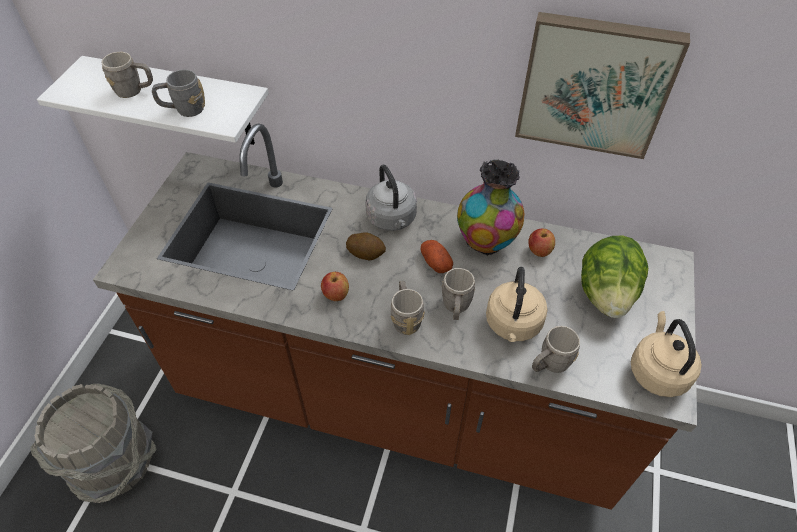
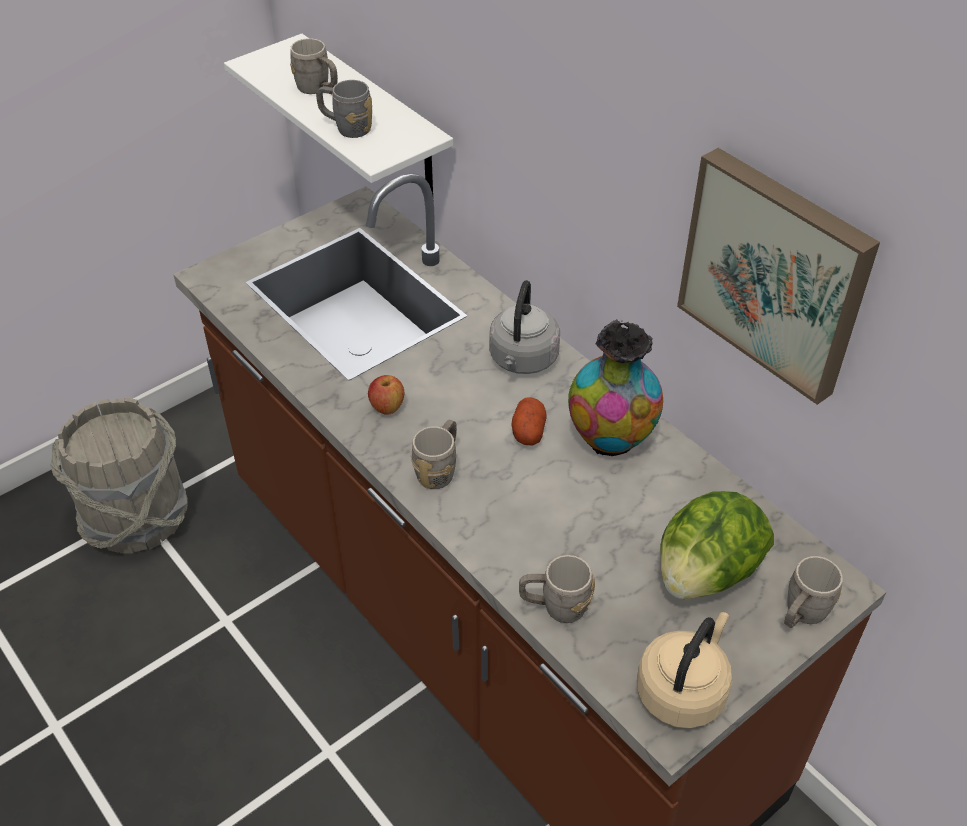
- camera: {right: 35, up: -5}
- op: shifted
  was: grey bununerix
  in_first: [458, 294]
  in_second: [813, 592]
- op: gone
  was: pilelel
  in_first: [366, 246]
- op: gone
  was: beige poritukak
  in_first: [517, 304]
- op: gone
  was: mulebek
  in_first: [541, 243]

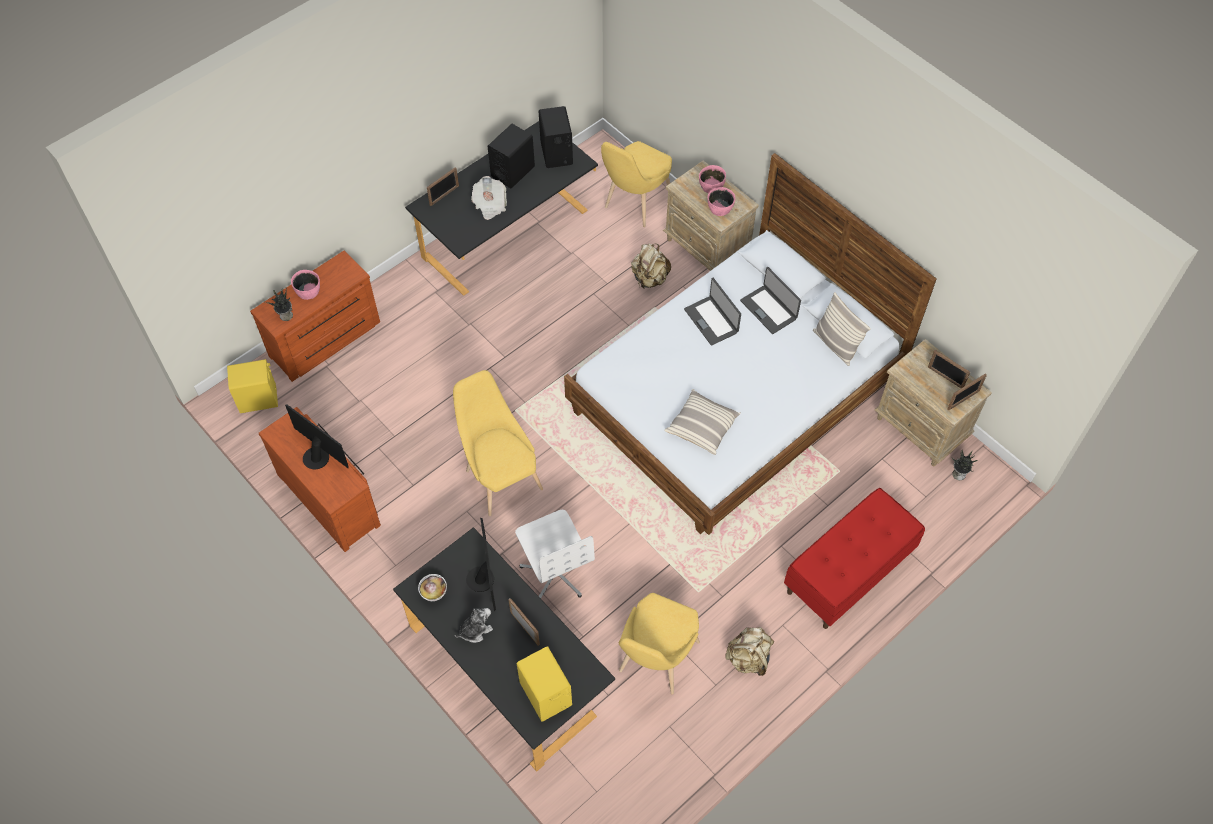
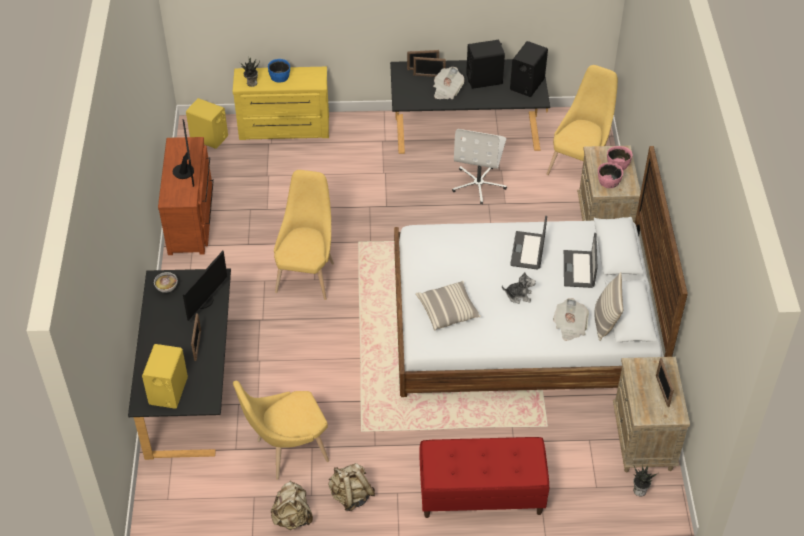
- camera: {right: 40, up: -10}
- op: repainted
  was: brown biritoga
  now: yellow biritoga
  in_first: [315, 316]
  in_second: [281, 103]
- op: repainted
  was: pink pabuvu
  now: blue pabuvu
  in_first: [305, 285]
  in_second: [279, 71]
- op: shifted
  was: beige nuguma
  in_first: [651, 266]
  in_second: [292, 505]
- op: shifted
  was: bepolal
  in_first: [967, 391]
  in_second: [429, 67]
- op: shifted
  was: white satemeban
  in_first: [555, 554]
  in_second: [479, 166]
- op: shifted
  was: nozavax
  in_first: [474, 625]
  in_second: [519, 288]
- op: rotated
  was: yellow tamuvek
  in_first: [636, 184]
  in_second: [582, 120]
  clockwise: 135
- op: new
  now: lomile
  in_second: [571, 319]

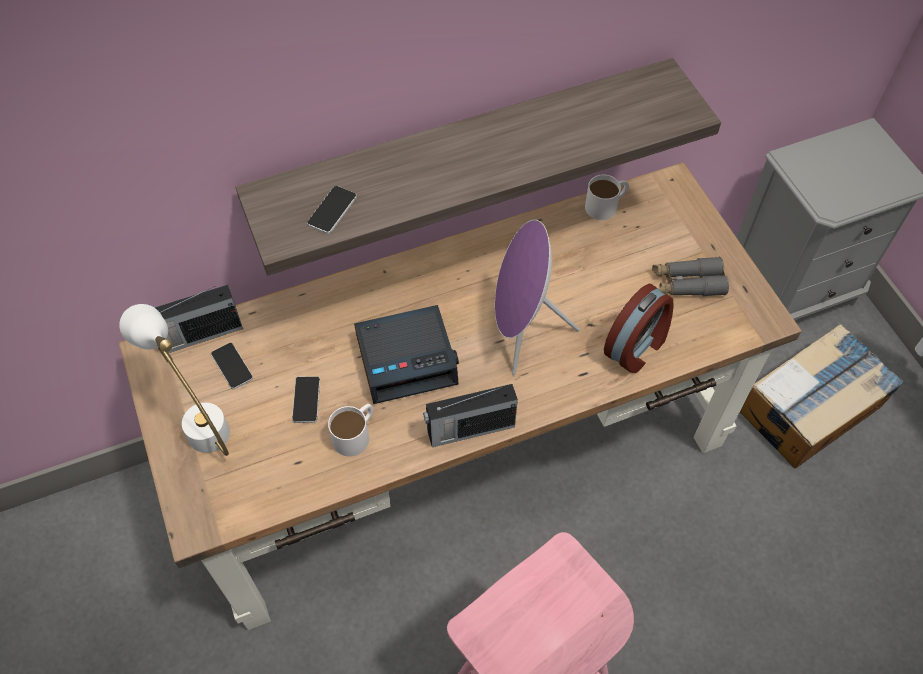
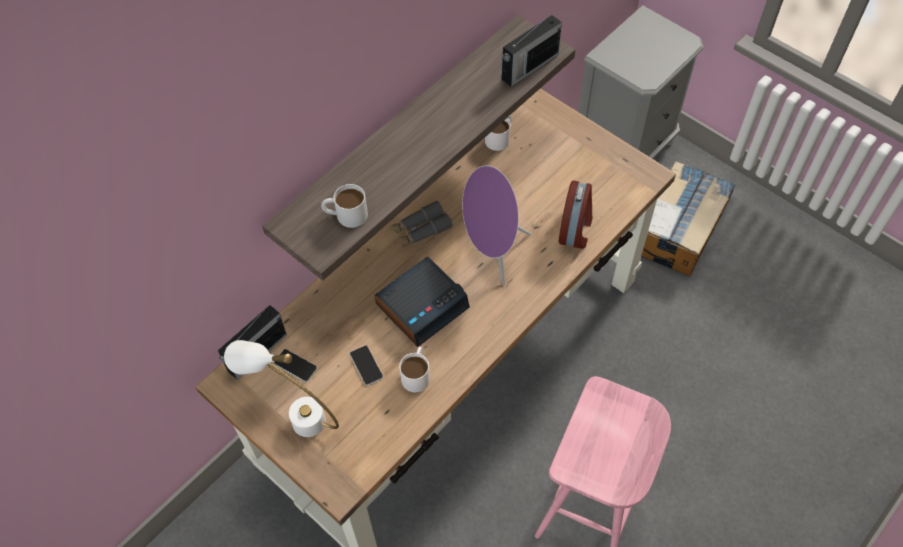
- camera: {right: -25, up: 0}
- op: swapped
  was: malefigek
  now: white bununerix
  in_first: [332, 210]
  in_second: [344, 206]
- op: shifted
  was: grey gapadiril
  in_first: [690, 276]
  in_second: [421, 224]
- op: shifted
  was: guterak
  in_first: [470, 415]
  in_second: [532, 50]

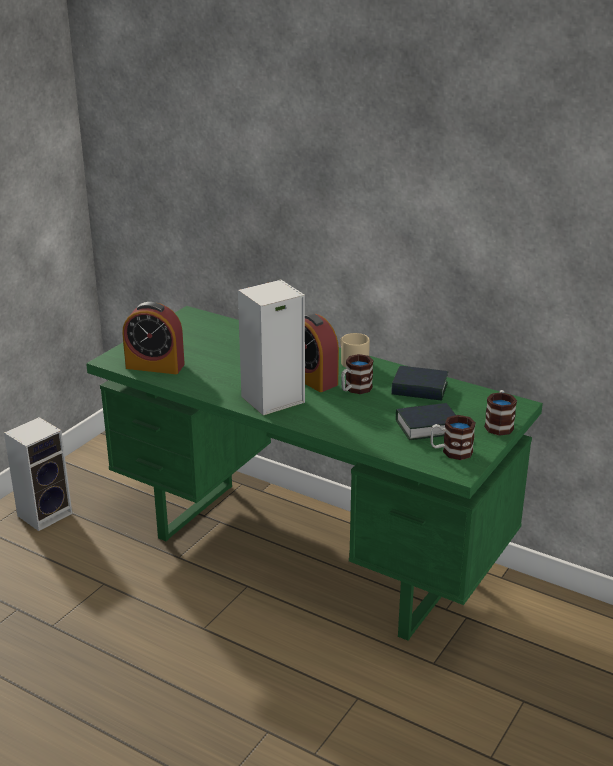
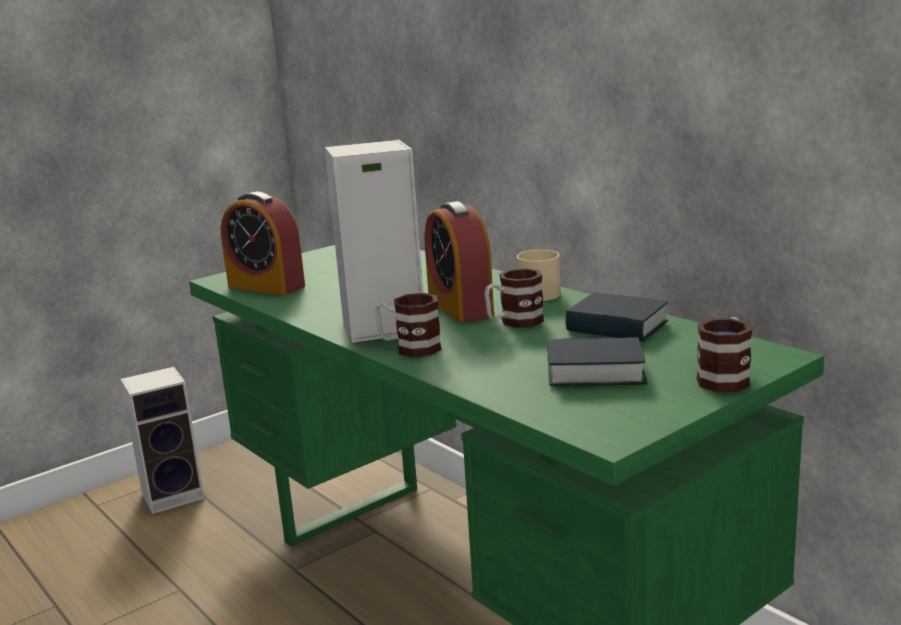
- camera: {right: 20, up: -10}
- op: shifted
  was: bununerix
  in_first: [453, 437]
  in_second: [408, 325]

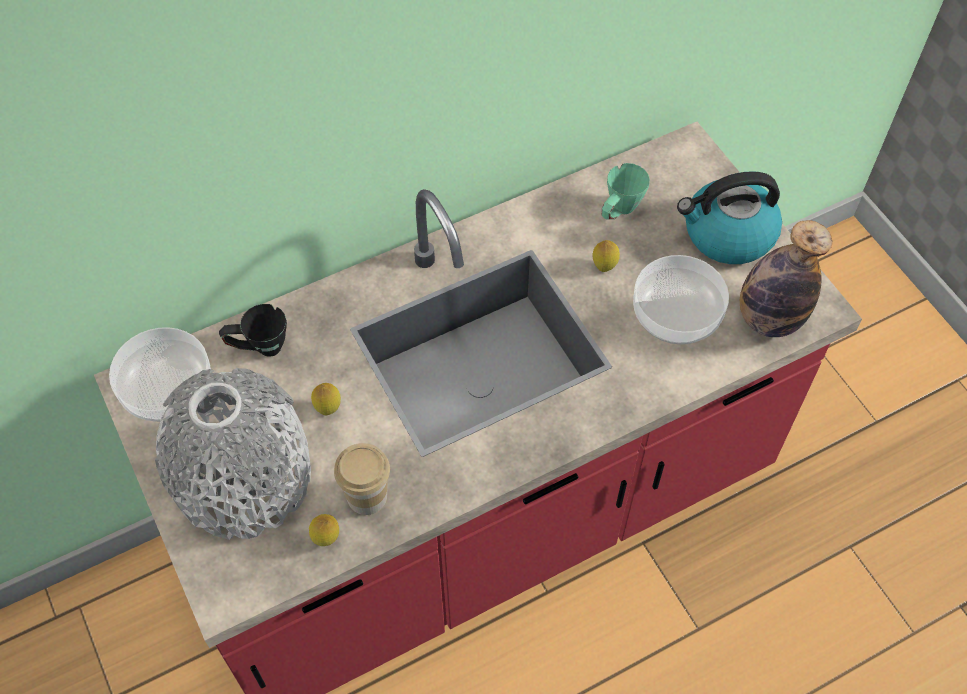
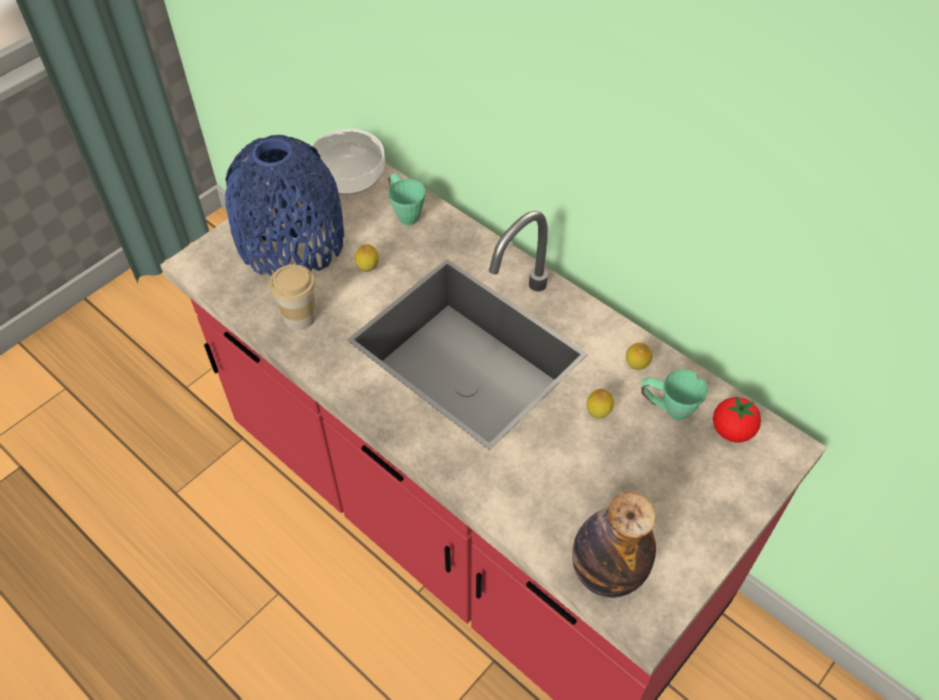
- camera: {right: 70, up: -5}
- op: repainted
  was: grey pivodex
  now: blue pivodex
  in_first: [233, 454]
  in_second: [284, 205]
- op: repainted
  was: black bununerix
  now: green bununerix
  in_first: [253, 330]
  in_second: [407, 199]
- op: shifted
  was: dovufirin
  in_first: [324, 530]
  in_second: [639, 356]
- op: new
  now: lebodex
  in_second: [737, 419]
- op: gone
  was: pabuvu
  in_first: [681, 300]
- op: gone
  was: poritukak
  in_first: [729, 217]

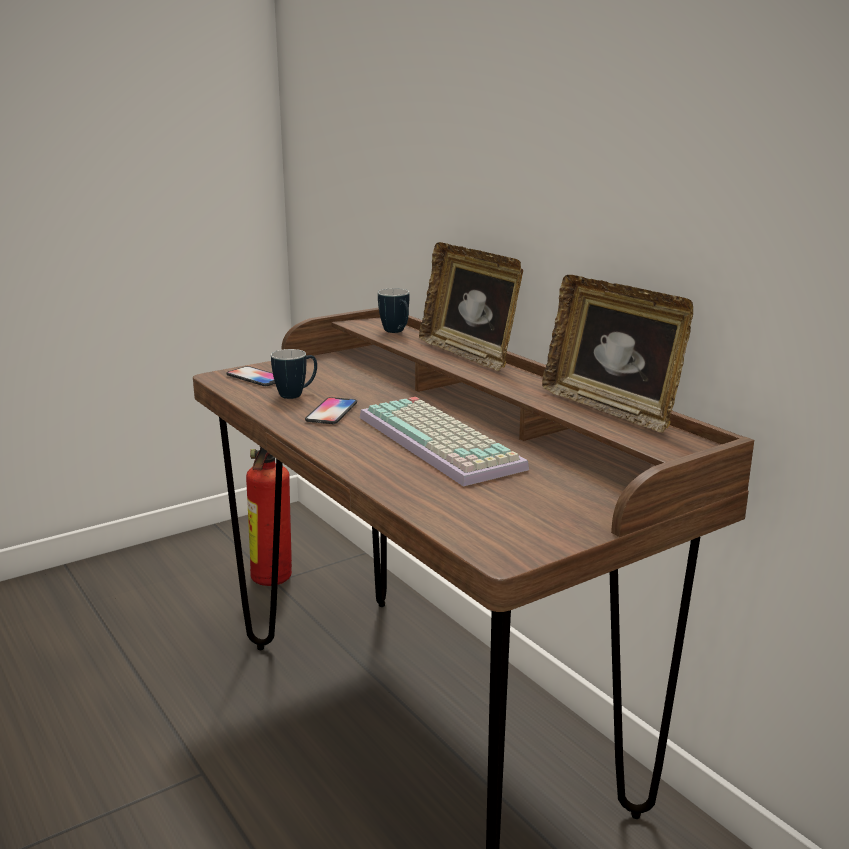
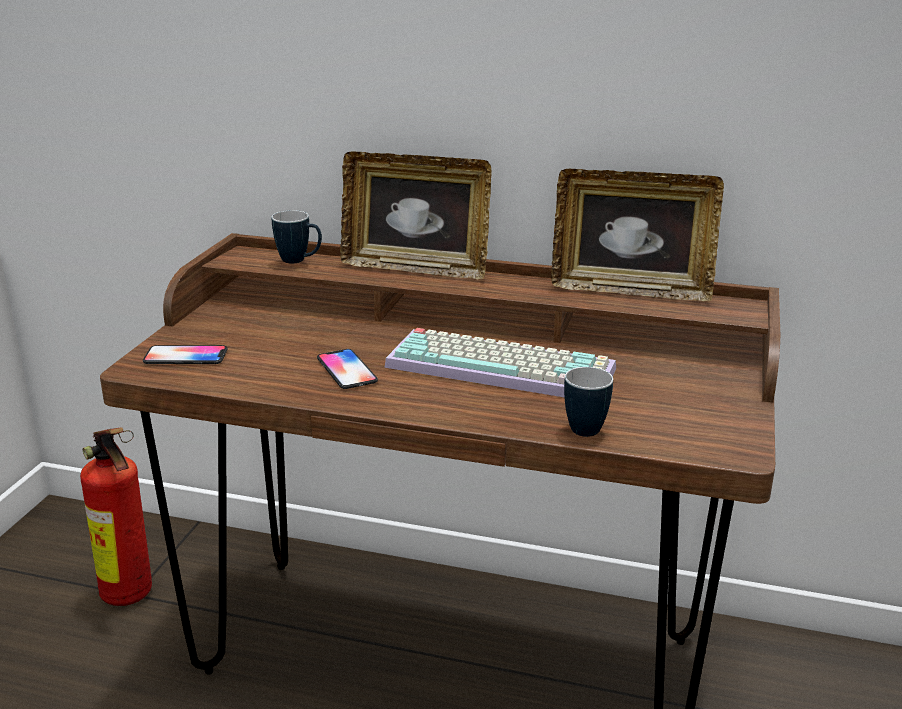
- camera: {right: -40, up: 5}
- op: shifted
  was: bununerix
  in_first: [294, 374]
  in_second: [588, 402]

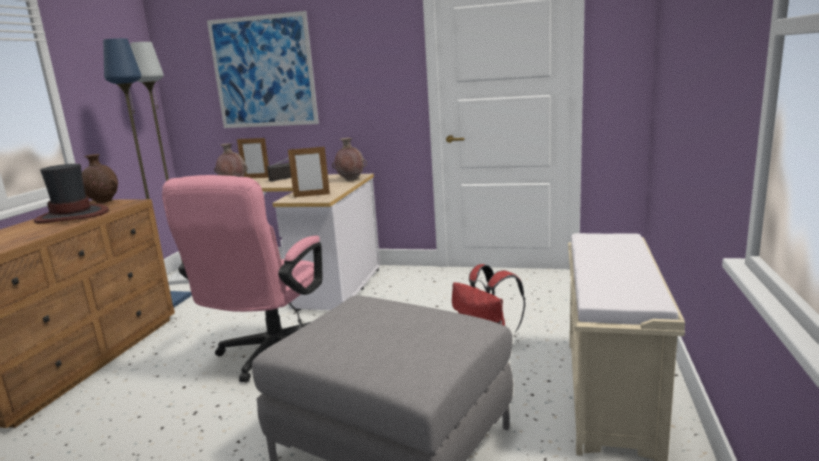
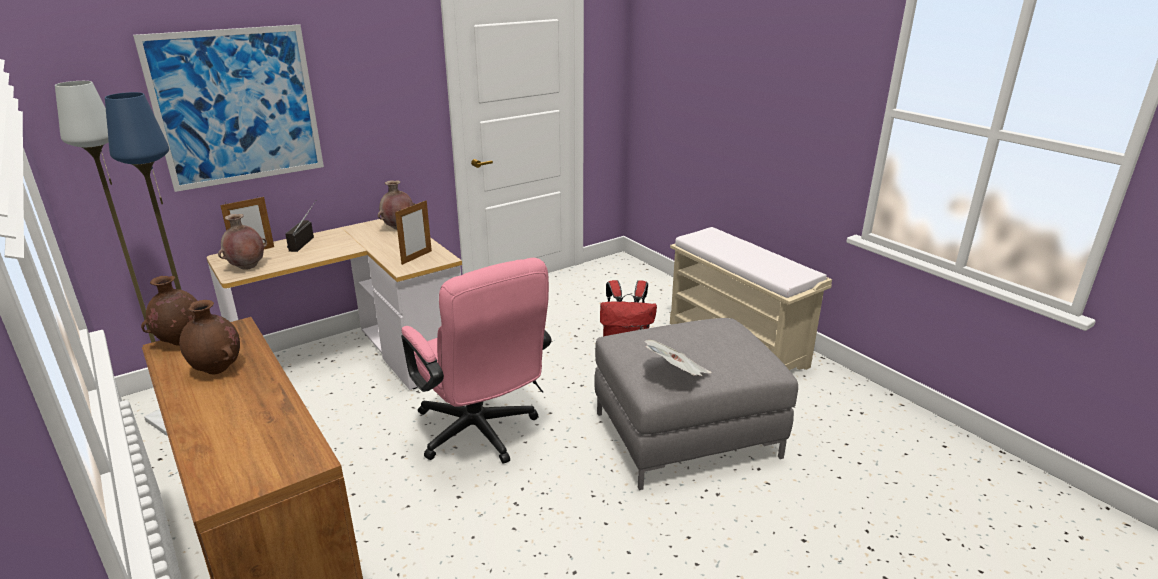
- camera: {right: -50, up: 10}
- op: swapped
  was: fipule
  now: brown pivodex
  in_first: [71, 193]
  in_second: [209, 337]
- op: new
  now: lomile
  in_second: [678, 358]

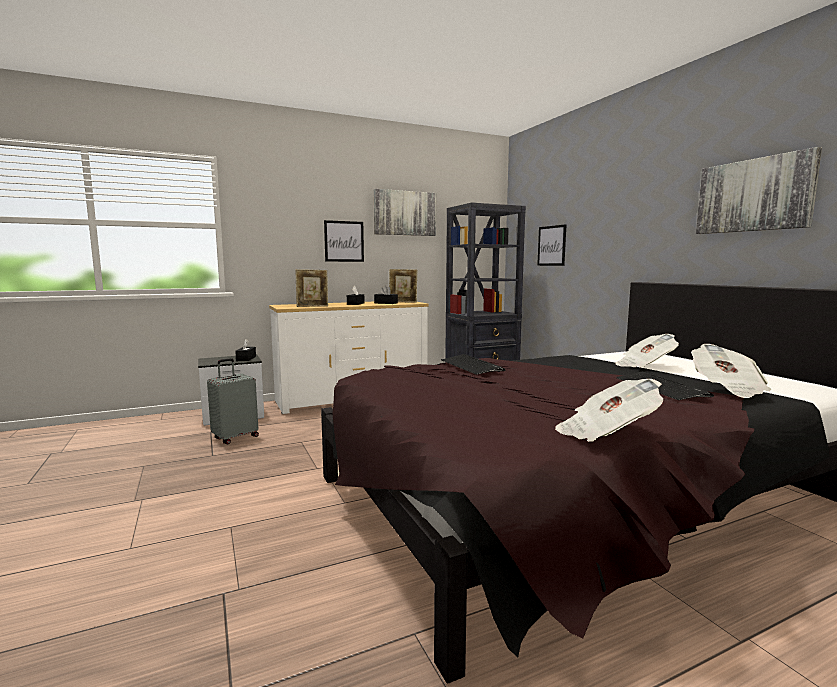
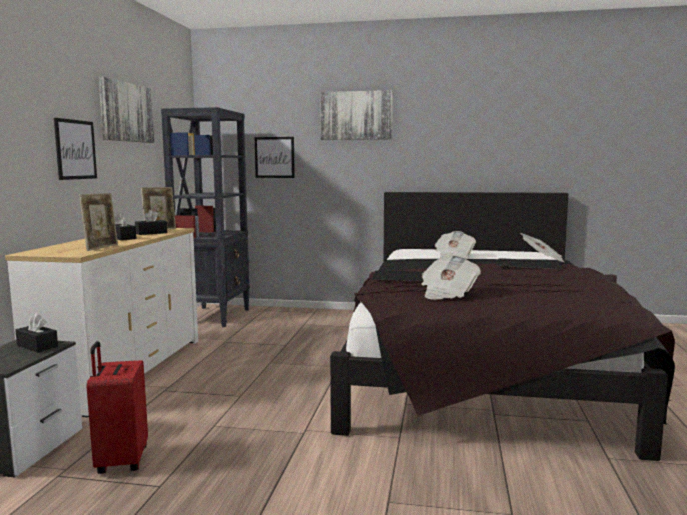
- camera: {right: -55, up: 0}
- op: repainted
  was: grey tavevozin
  now: red tavevozin
  in_first: [233, 401]
  in_second: [117, 407]
- op: shifted
  was: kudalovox
  in_first: [759, 190]
  in_second: [356, 115]
- op: shifted
  was: lomile
  in_first: [609, 410]
  in_second: [451, 277]

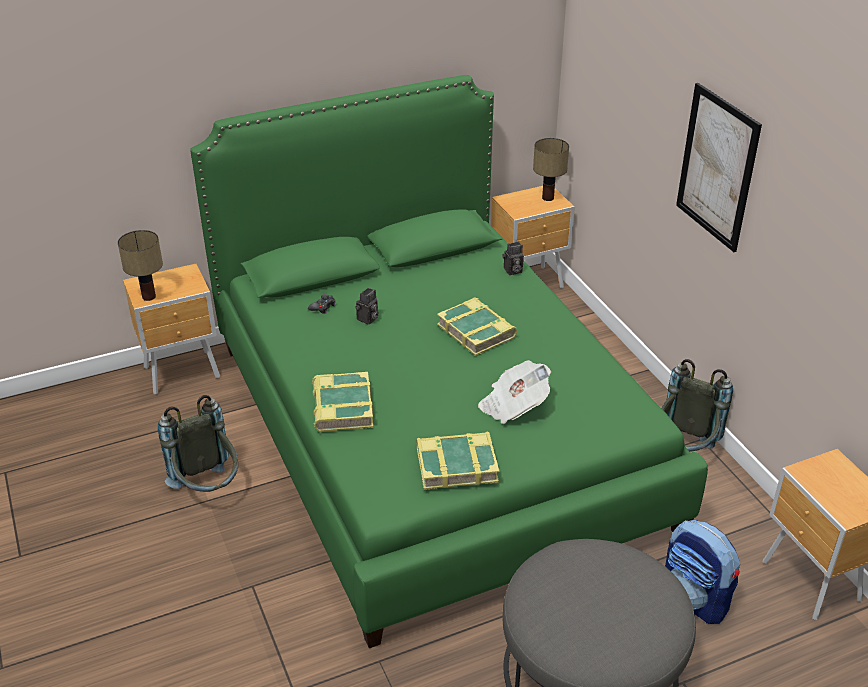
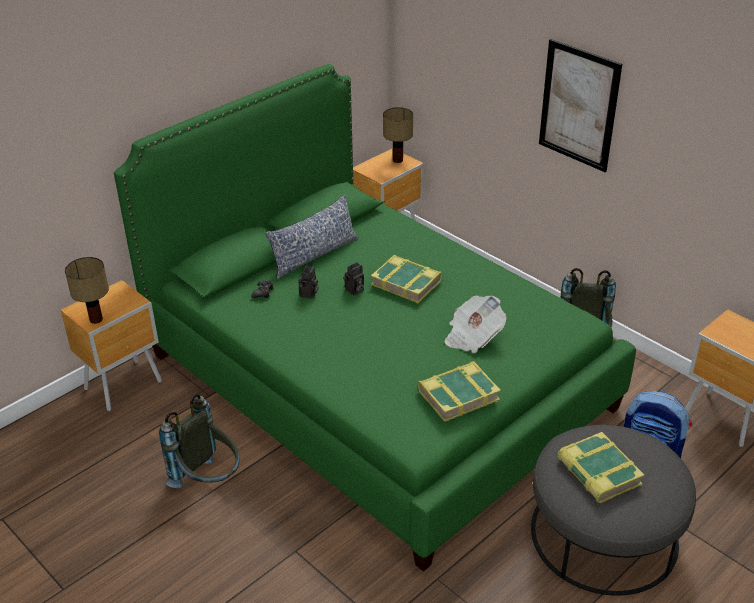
- camera: {right: -20, up: 0}
- op: new
  now: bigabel
  in_second: [312, 237]
- op: shifted
  was: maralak
  in_first: [513, 258]
  in_second: [353, 278]
- op: shifted
  was: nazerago
  in_first: [343, 402]
  in_second: [600, 467]

